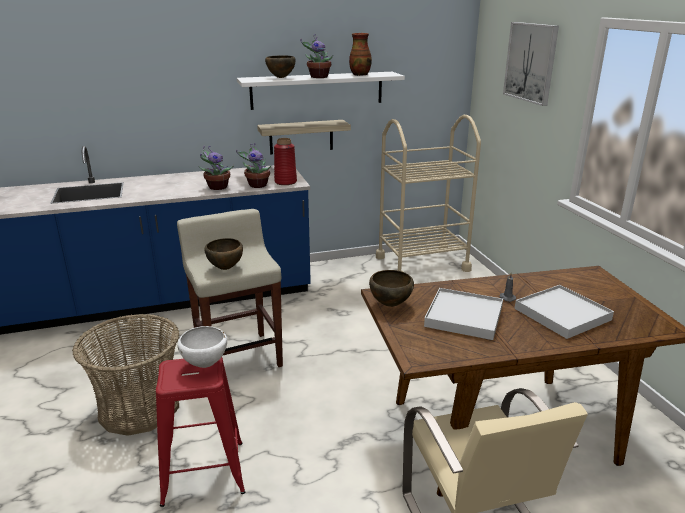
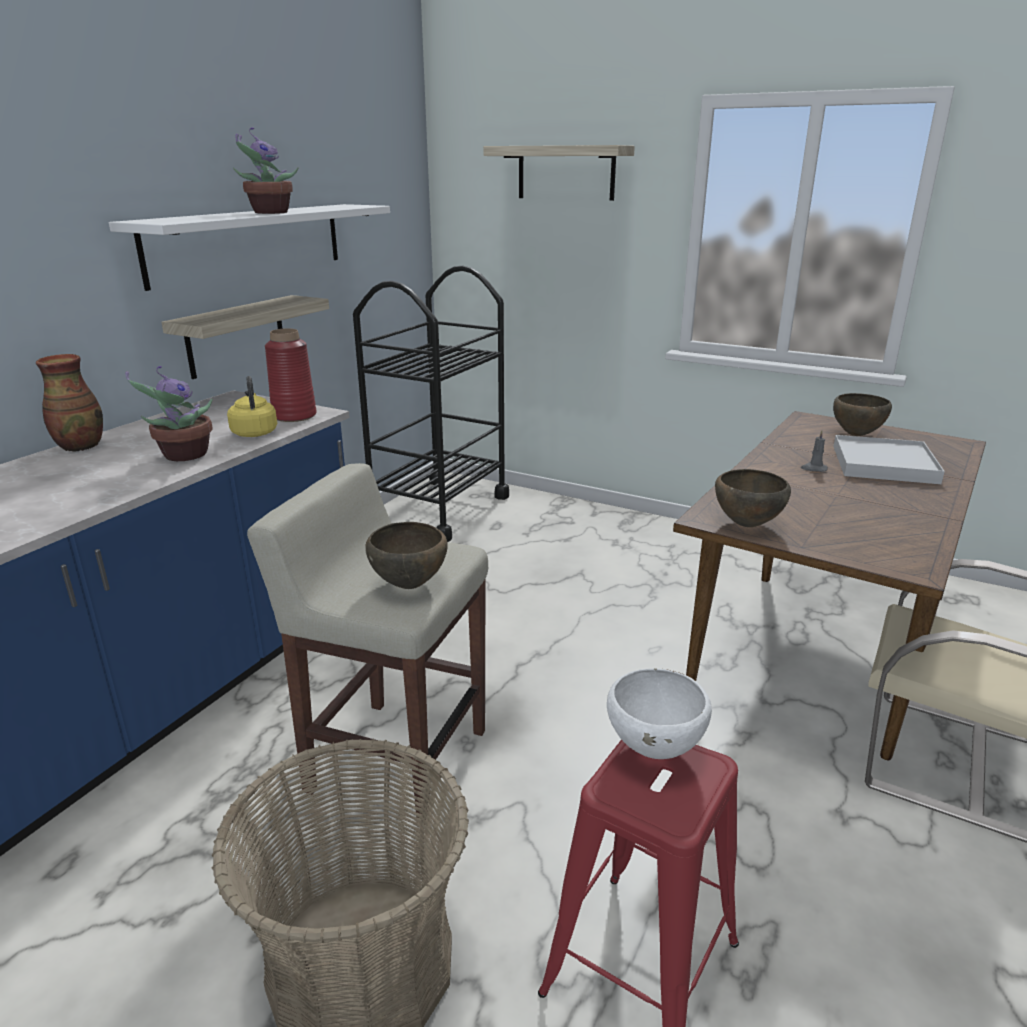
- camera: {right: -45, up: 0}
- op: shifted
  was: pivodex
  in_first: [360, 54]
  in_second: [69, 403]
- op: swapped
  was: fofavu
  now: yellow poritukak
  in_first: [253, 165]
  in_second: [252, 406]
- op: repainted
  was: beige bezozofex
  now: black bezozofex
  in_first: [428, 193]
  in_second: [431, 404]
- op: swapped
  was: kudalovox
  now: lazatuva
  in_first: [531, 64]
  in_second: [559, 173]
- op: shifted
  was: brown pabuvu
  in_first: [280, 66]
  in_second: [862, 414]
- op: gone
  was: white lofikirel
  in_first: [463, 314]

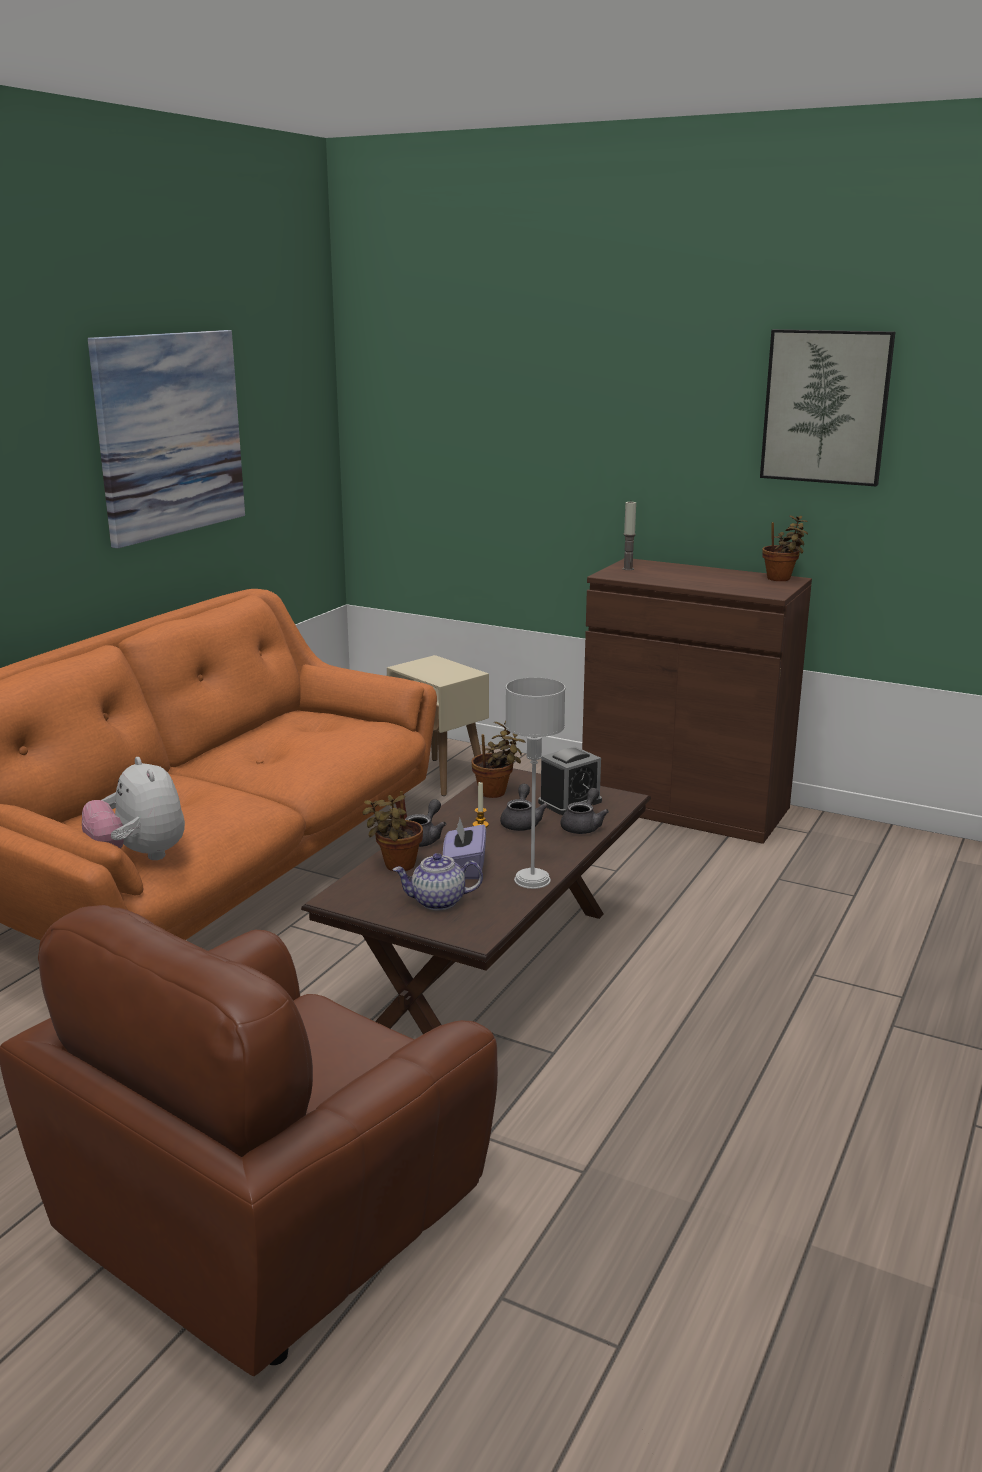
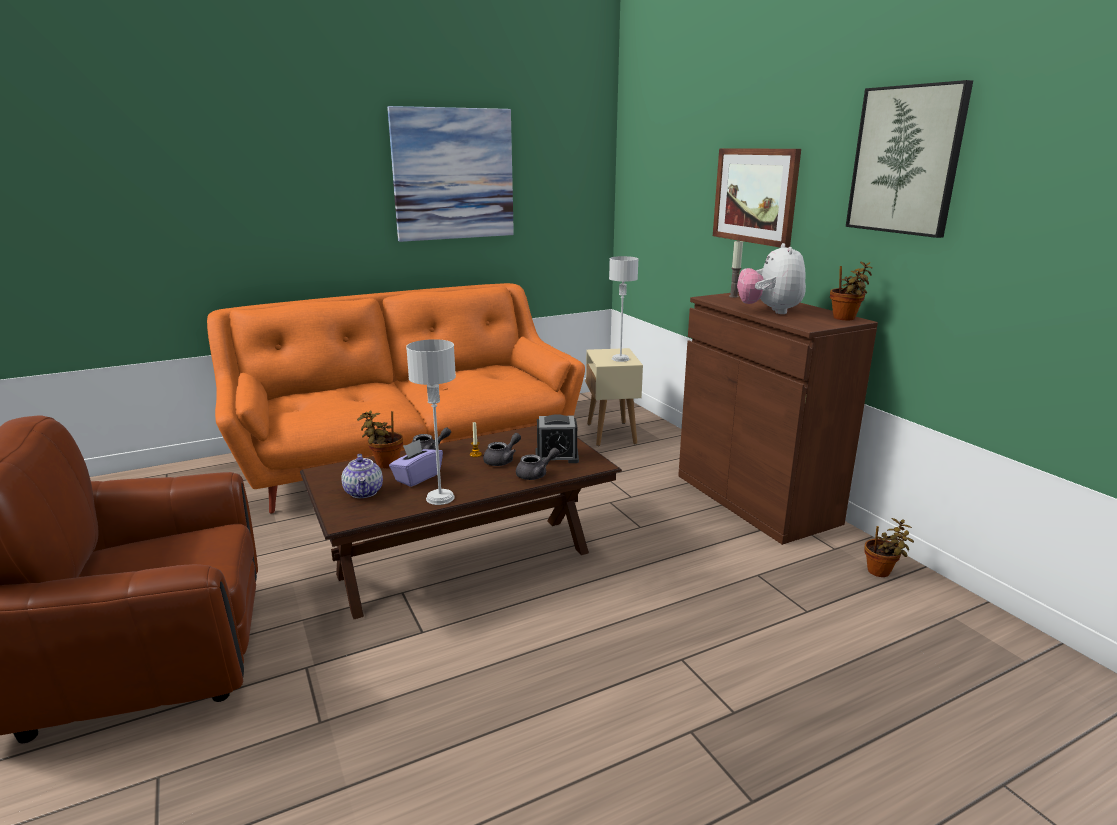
- camera: {right: 35, up: 0}
- op: rotated
  was: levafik
  in_first: [438, 881]
  in_second: [362, 476]
  clockwise: -135
- op: new
  now: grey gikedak
  in_second: [624, 309]
- op: new
  now: kudalovox
  in_second: [757, 198]
- op: shifted
  was: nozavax
  in_first: [133, 808]
  in_second: [771, 278]
- op: shifted
  was: fofavu
  in_first: [499, 759]
  in_second: [889, 547]

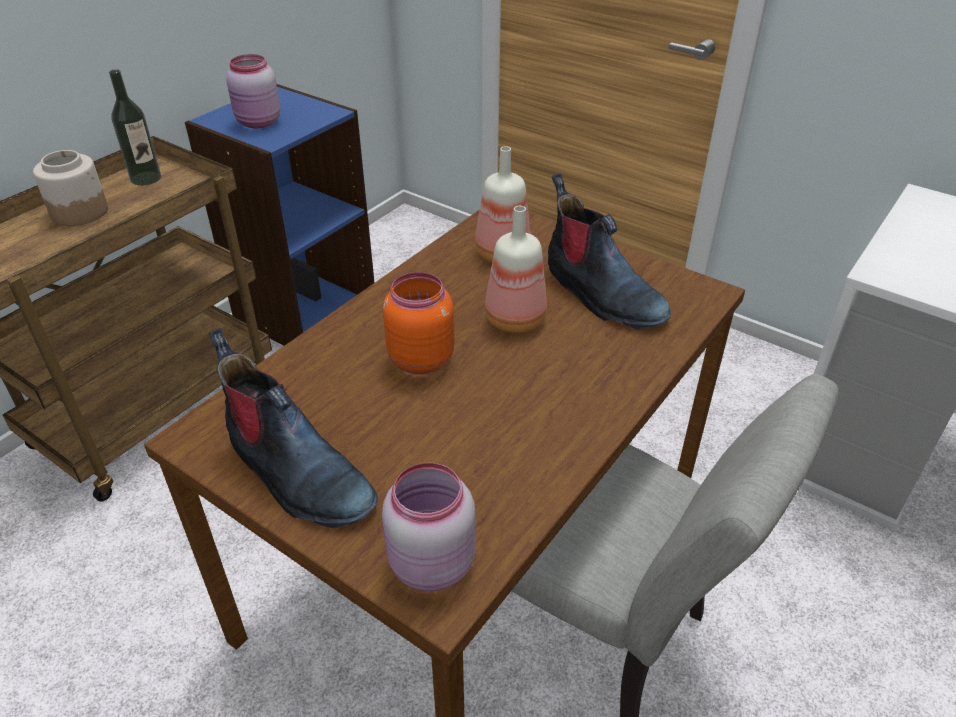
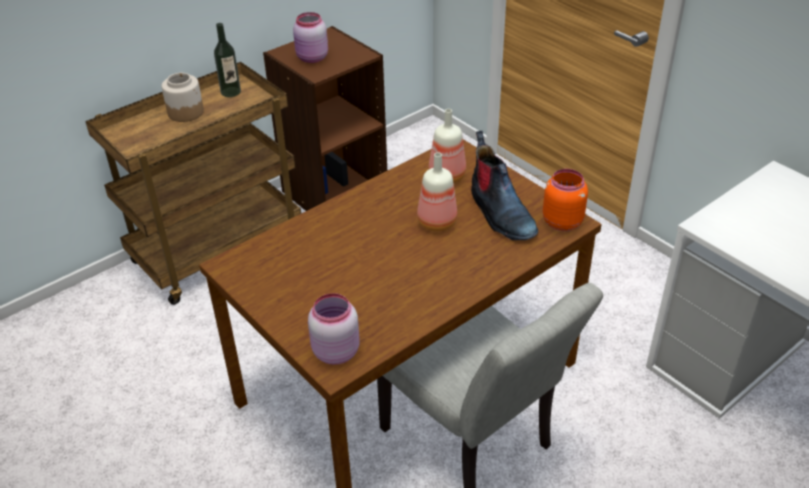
- camera: {right: 15, up: 0}
- op: repainted
  was: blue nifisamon
  now: brown nifisamon
  in_first: [280, 215]
  in_second: [325, 118]
- op: shifted
  was: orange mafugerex
  in_first: [419, 323]
  in_second: [565, 200]
- op: gone
  was: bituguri
  in_first: [293, 428]

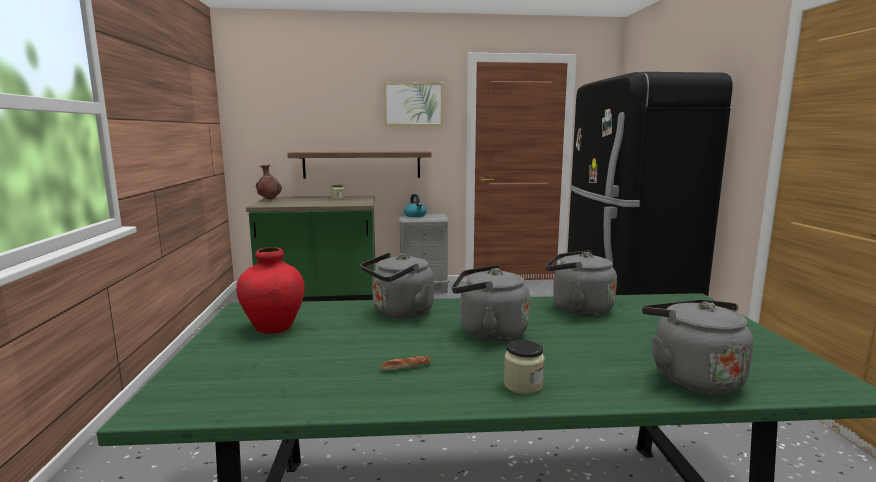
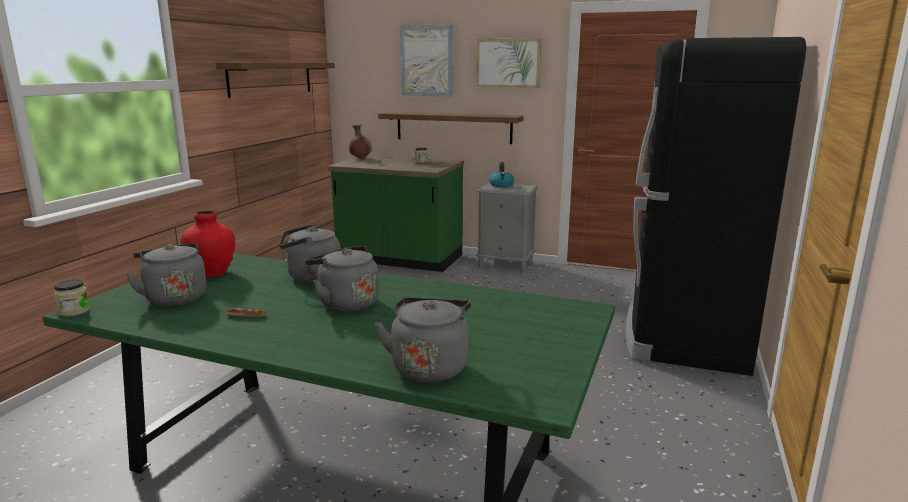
- camera: {right: 25, up: 5}
- op: shifted
  was: mafugerex
  in_first: [524, 367]
  in_second: [72, 298]
- op: shifted
  was: grey poritukak
  in_first: [581, 283]
  in_second: [166, 274]
- op: new
  now: lazatuva
  in_second: [275, 80]
- op: new
  now: kudalovox
  in_second: [426, 60]

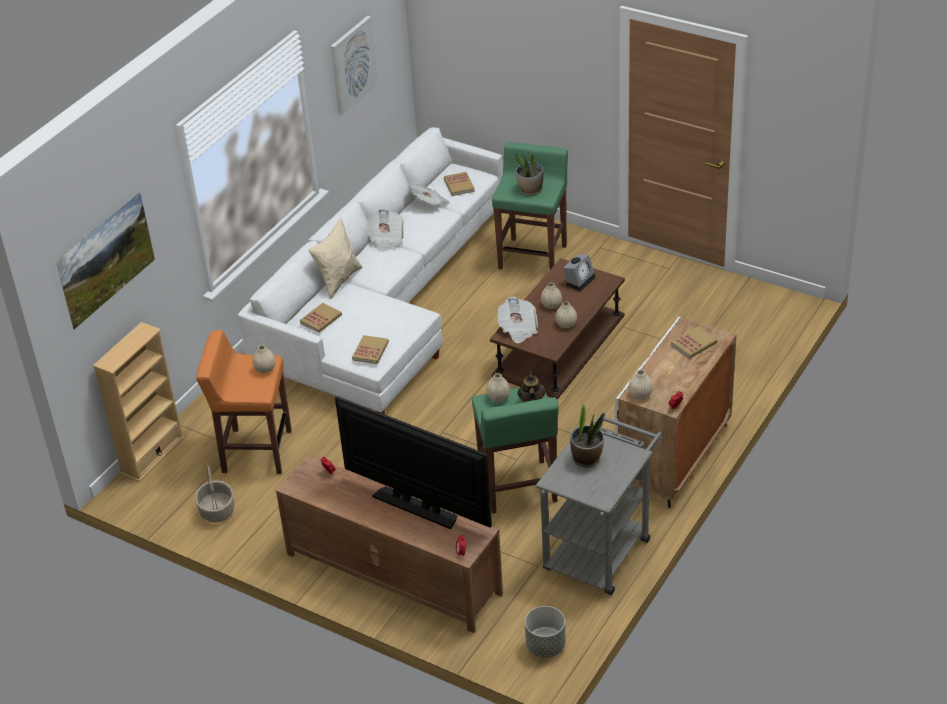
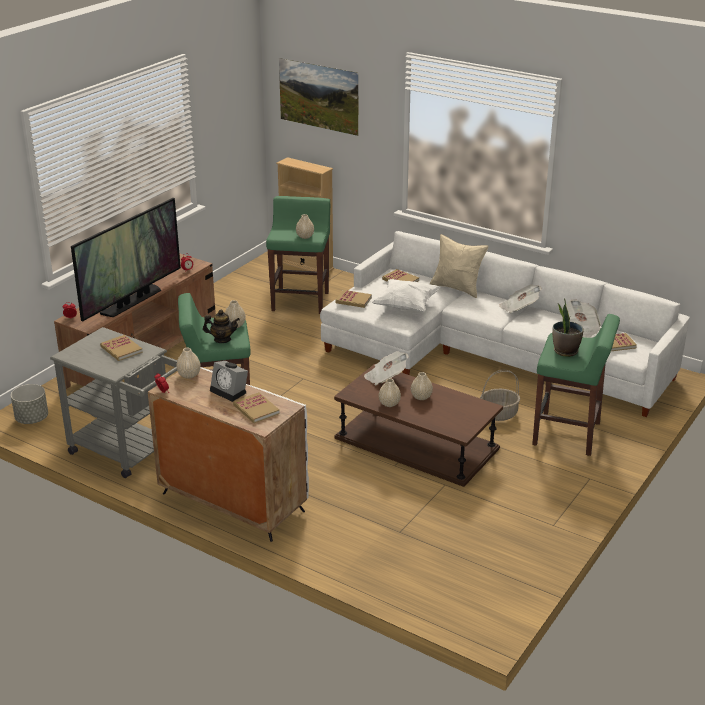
- camera: {right: 90, up: -10}
- op: swapped
  was: fofavu
  now: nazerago
  in_first: [587, 435]
  in_second: [121, 348]
- op: shifted
  was: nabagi
  in_first: [579, 273]
  in_second: [229, 381]
- op: repainted
  was: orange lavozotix
  now: green lavozotix
  in_first: [243, 402]
  in_second: [298, 255]
- op: new
  now: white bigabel
  in_second: [406, 295]
- op: shifted
  was: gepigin
  in_first: [214, 494]
  in_second: [500, 395]
- op: gone
  was: kudalovox
  in_first: [354, 65]

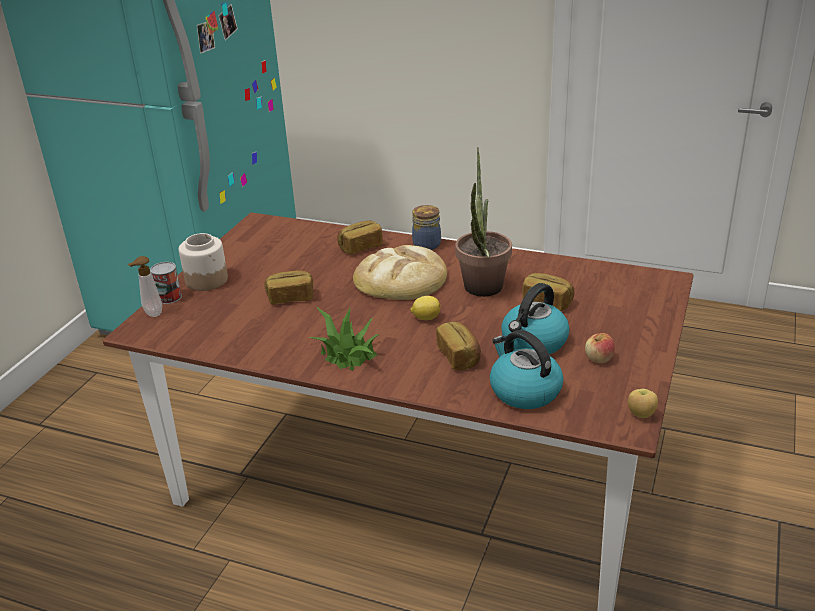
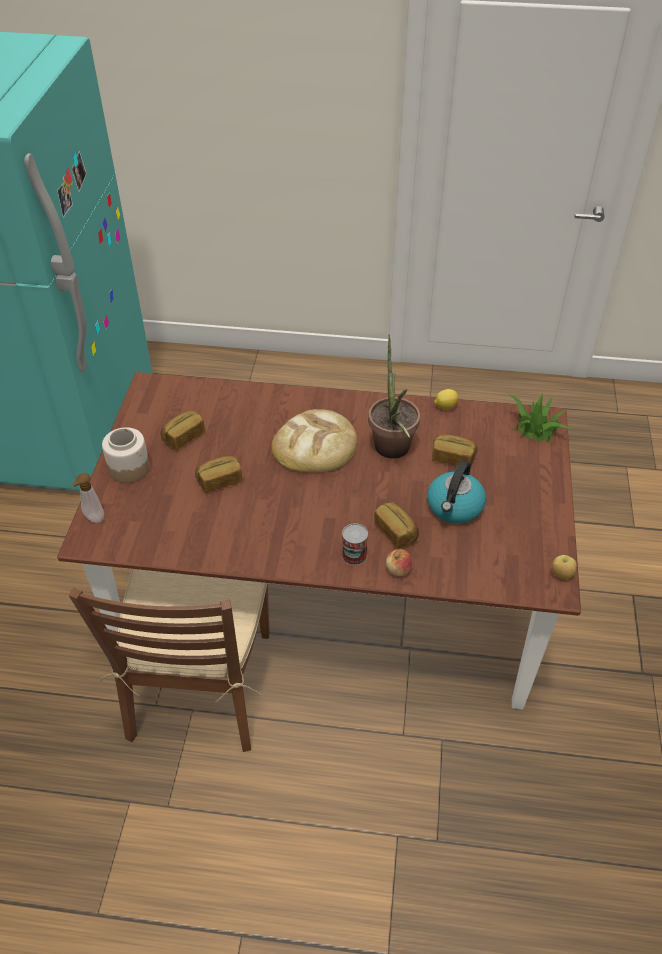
- camera: {right: -15, up: 15}
- op: new
  now: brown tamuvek
  in_second: [169, 660]
- op: shifted
  was: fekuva
  in_first: [360, 237]
  in_second: [183, 430]
- op: shifted
  was: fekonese
  in_first: [166, 283]
  in_second: [355, 544]
- op: shifted
  was: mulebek
  in_first: [600, 348]
  in_second: [399, 563]
- op: shifted
  was: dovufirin
  in_first: [425, 308]
  in_second: [446, 399]
- op: shifted
  was: fofavu
  in_first: [344, 338]
  in_second: [540, 417]
- op: gone
  was: mafugerex
  in_first: [426, 227]
- op: gone
  was: poritukak
  in_first: [527, 369]

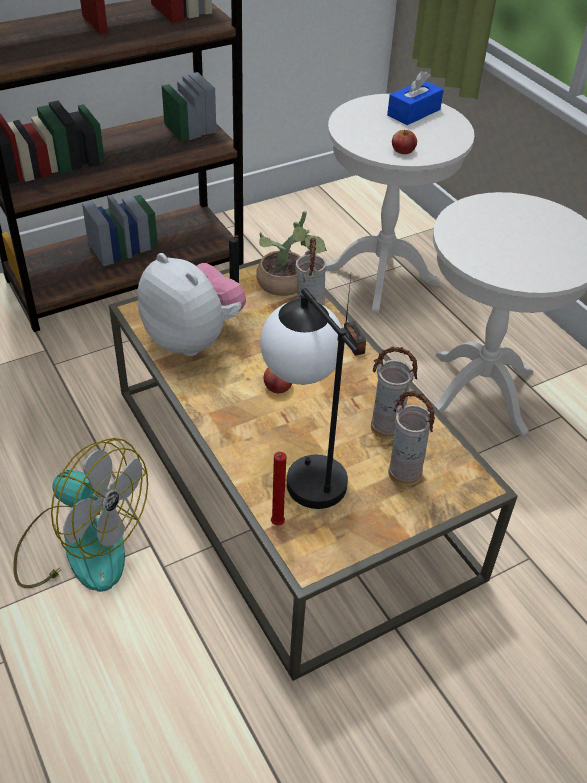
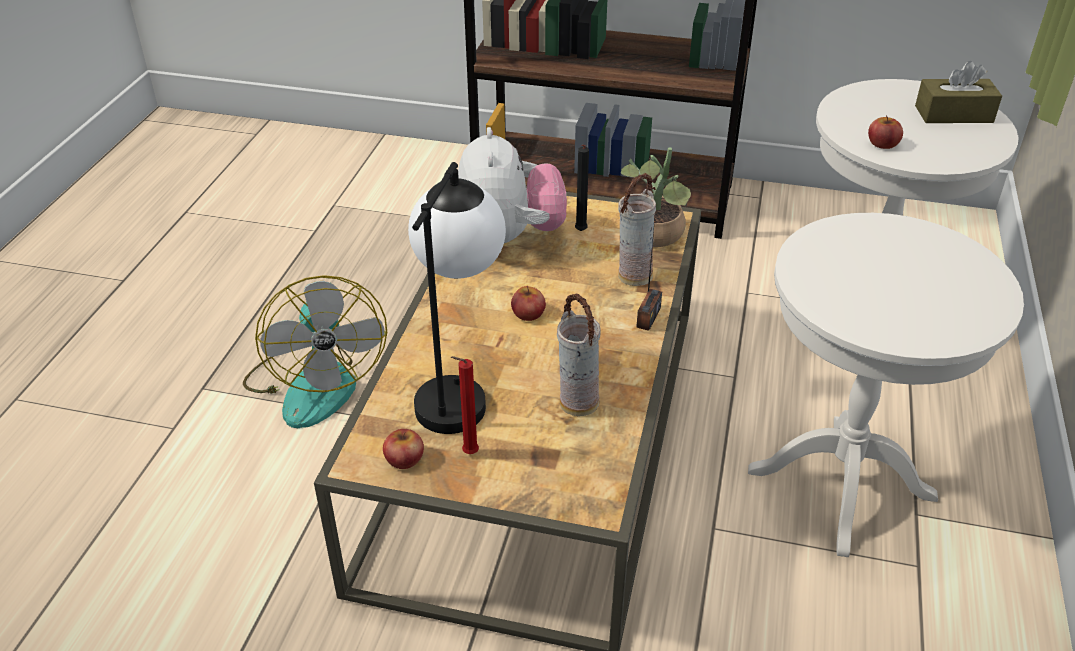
- camera: {right: 45, up: -5}
- op: new
  now: mulebek
  in_second: [403, 449]
- op: shifted
  was: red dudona
  in_first: [278, 488]
  in_second: [465, 405]
- op: repainted
  was: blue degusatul
  now: brown degusatul
  in_first: [415, 98]
  in_second: [958, 92]
- op: gone
  was: pivodex
  in_first: [411, 438]

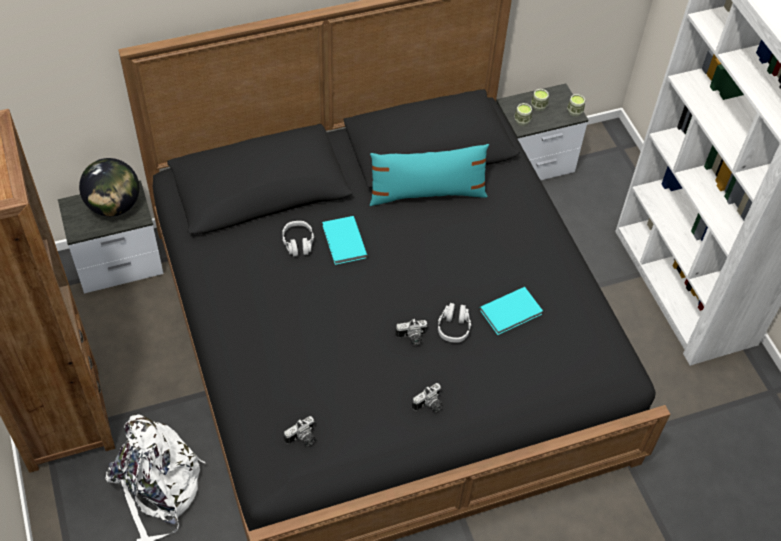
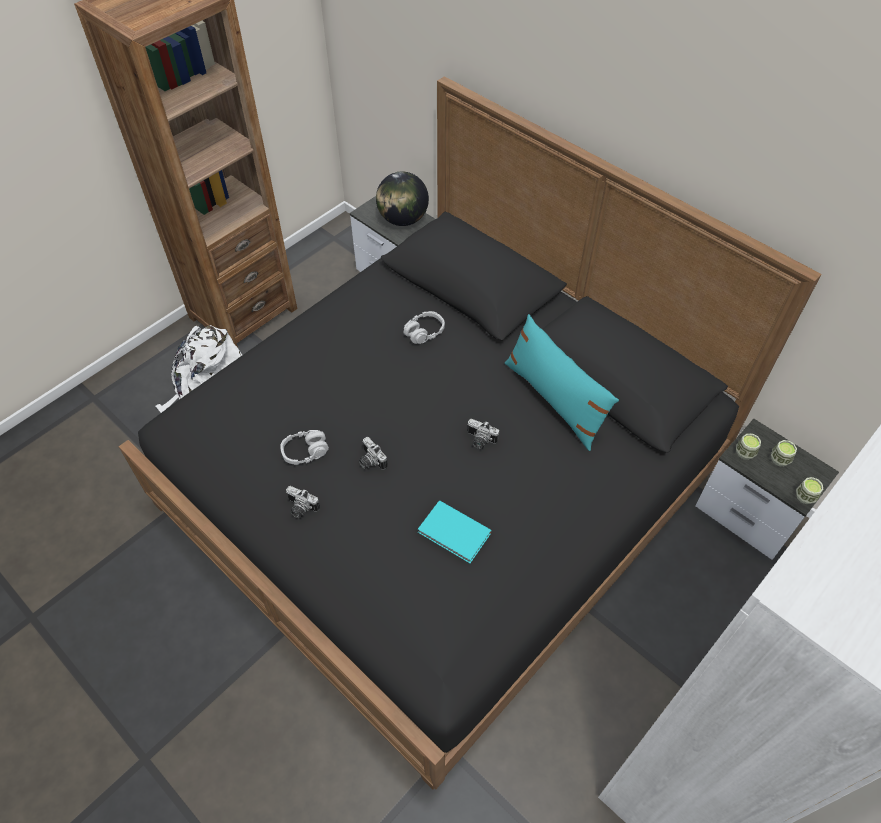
- camera: {right: 65, up: 0}
- op: shifted
  was: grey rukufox
  in_first: [454, 323]
  in_second: [304, 447]
- op: shifted
  was: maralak
  in_first: [299, 431]
  in_second: [483, 434]
- op: gone
  was: turquoise nazerago
  in_first: [345, 240]

